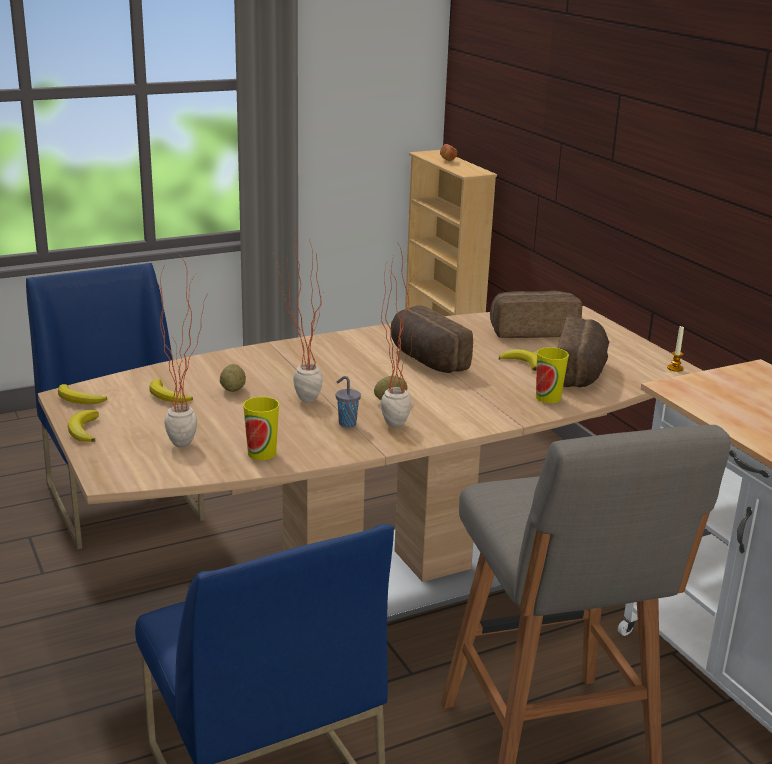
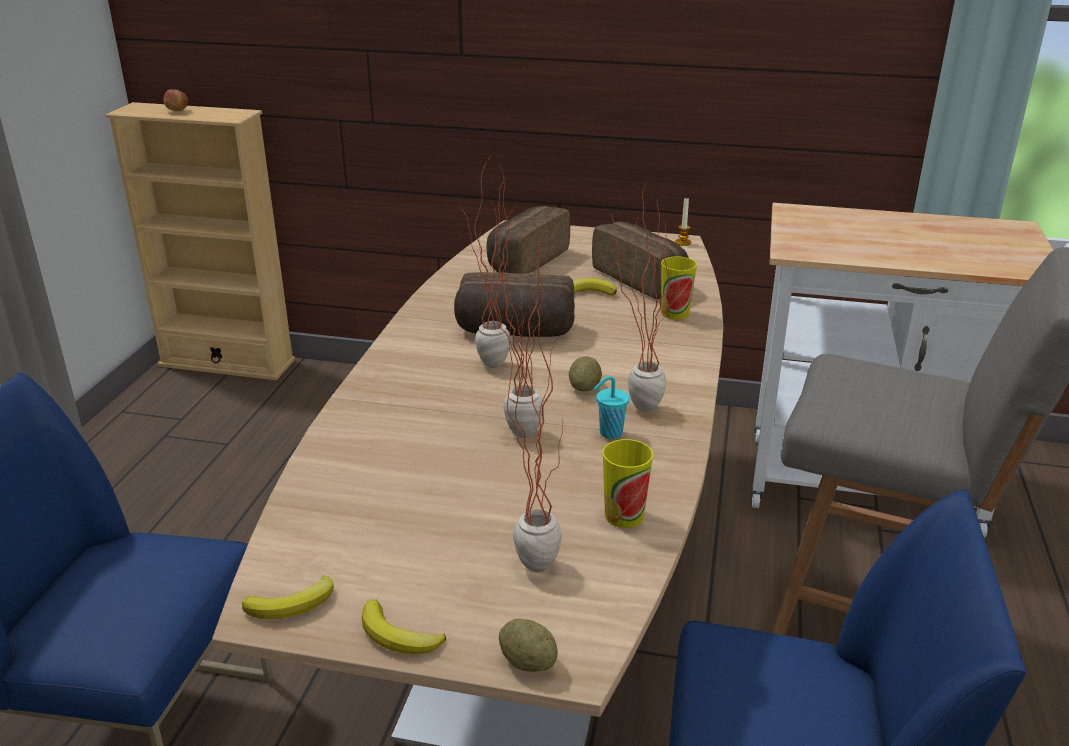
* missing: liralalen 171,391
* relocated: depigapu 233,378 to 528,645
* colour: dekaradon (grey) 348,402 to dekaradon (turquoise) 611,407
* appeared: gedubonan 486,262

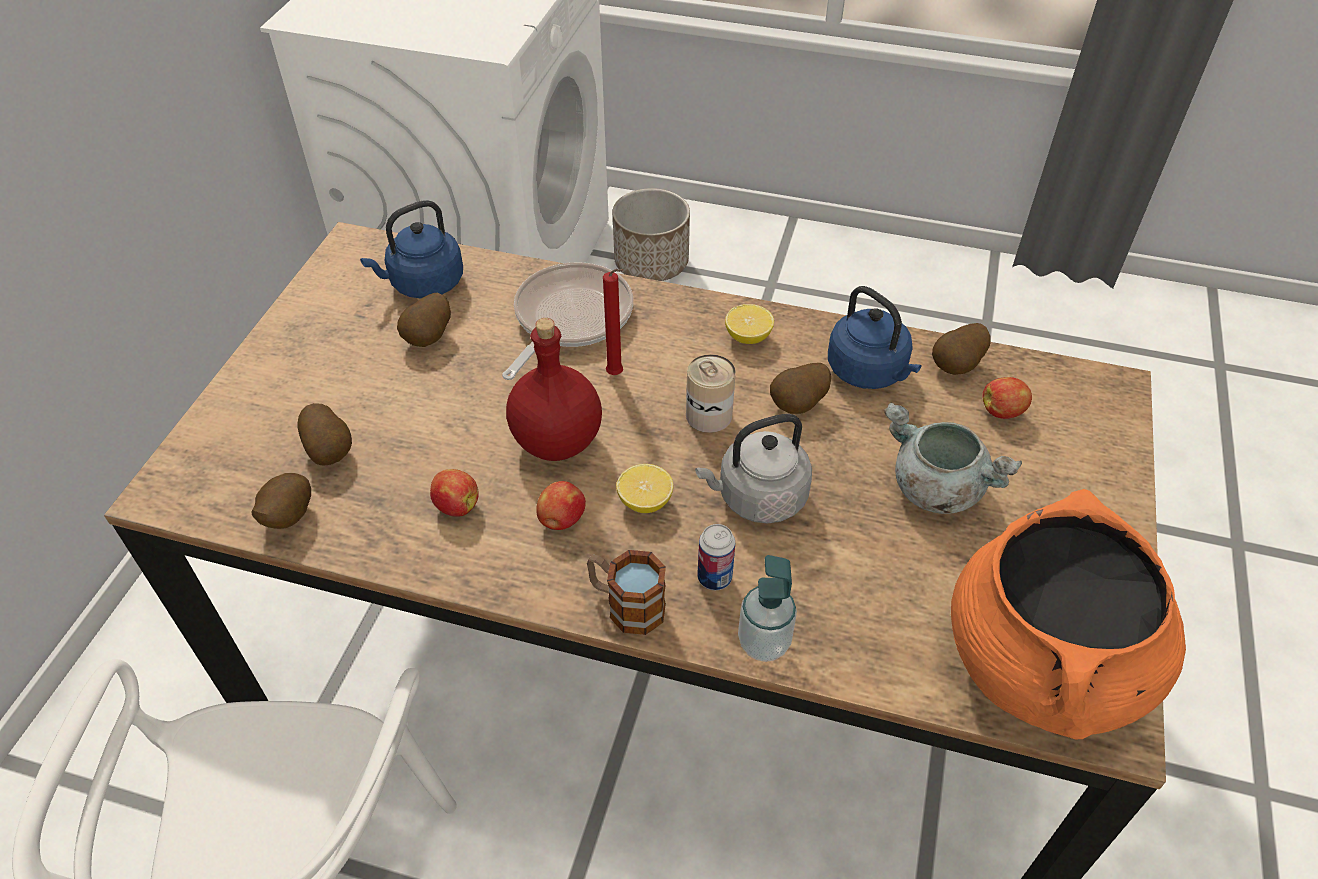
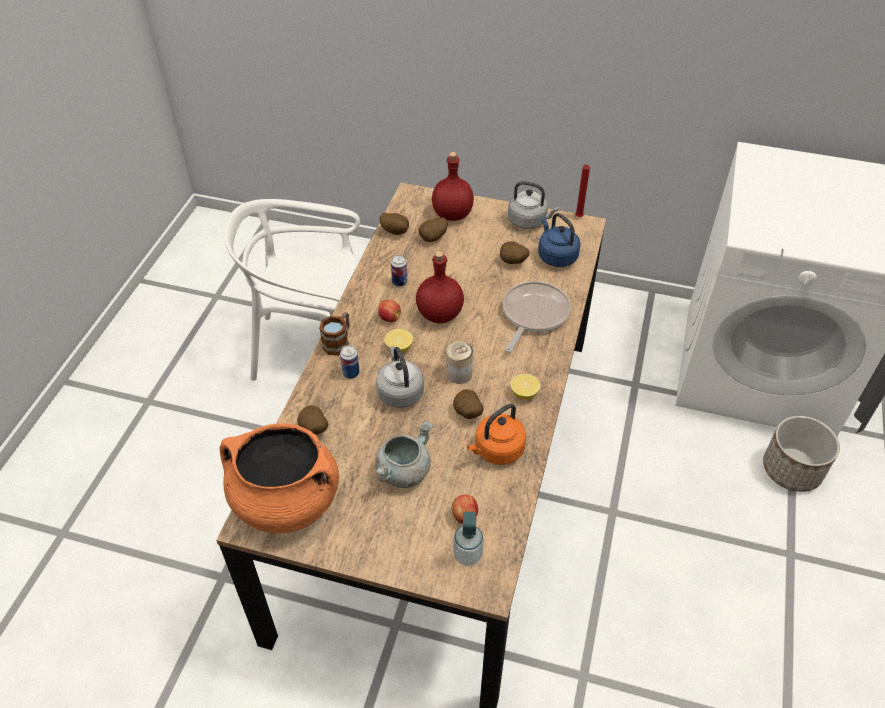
* exchanged: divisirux 454,493 to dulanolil 399,271
* spun: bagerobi 567,321 = 537,316 90 degrees counterclockwise
* relocated: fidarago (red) 613,322 to 582,190
* relocated: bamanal 767,608 to 468,539
* colour: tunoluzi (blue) 874,337 to tunoluzi (orange) 496,434
* relocated: depigapu 961,349 to 312,420
* appeared: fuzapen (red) 453,186
* appeared: tunoluzi (grey) 533,205

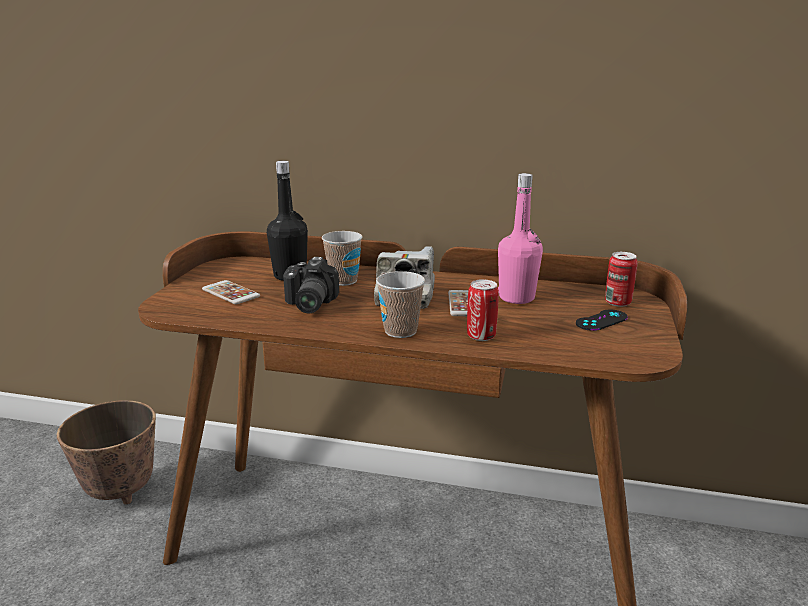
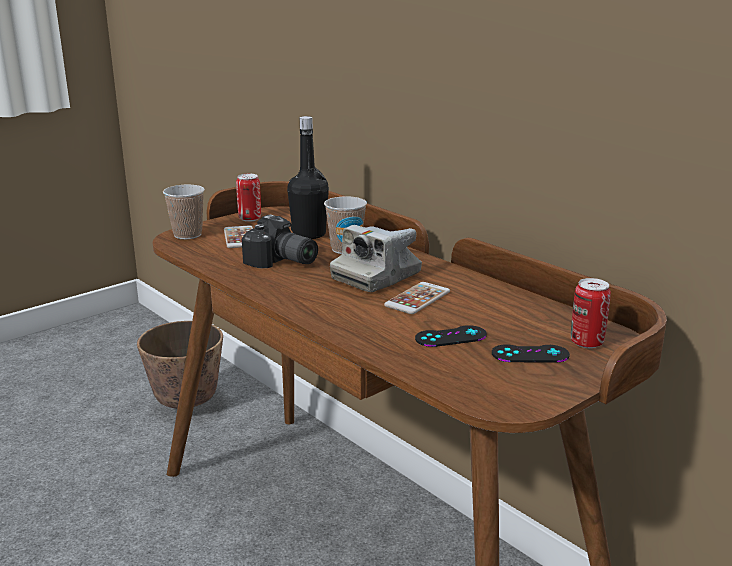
* spun: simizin 311,285 = 280,241 90 degrees counterclockwise
* relocated: dekaradon 400,304 to 184,212
* relocated: dulanolil 483,310 to 248,198
* missing: fuzapen (pink) 520,238
* appeared: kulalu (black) 451,336

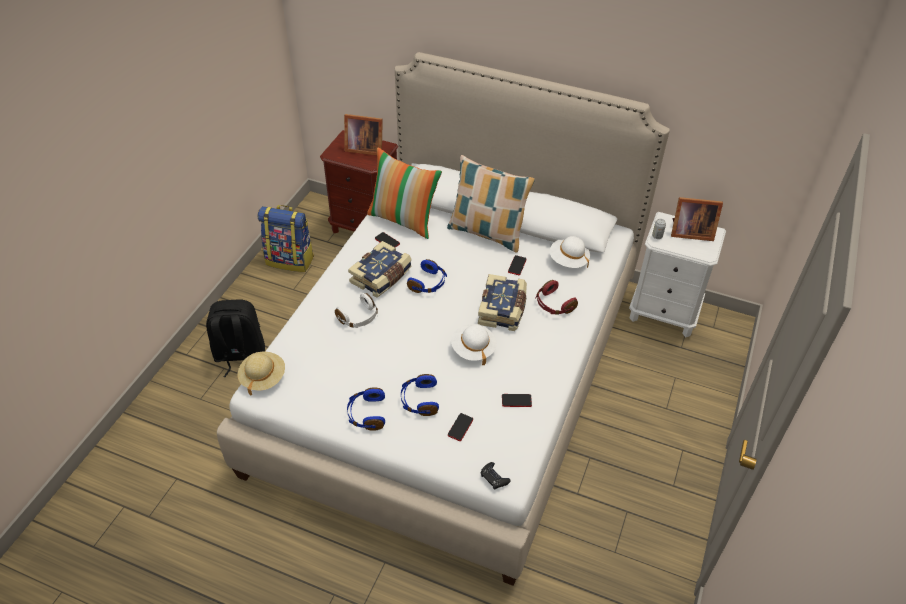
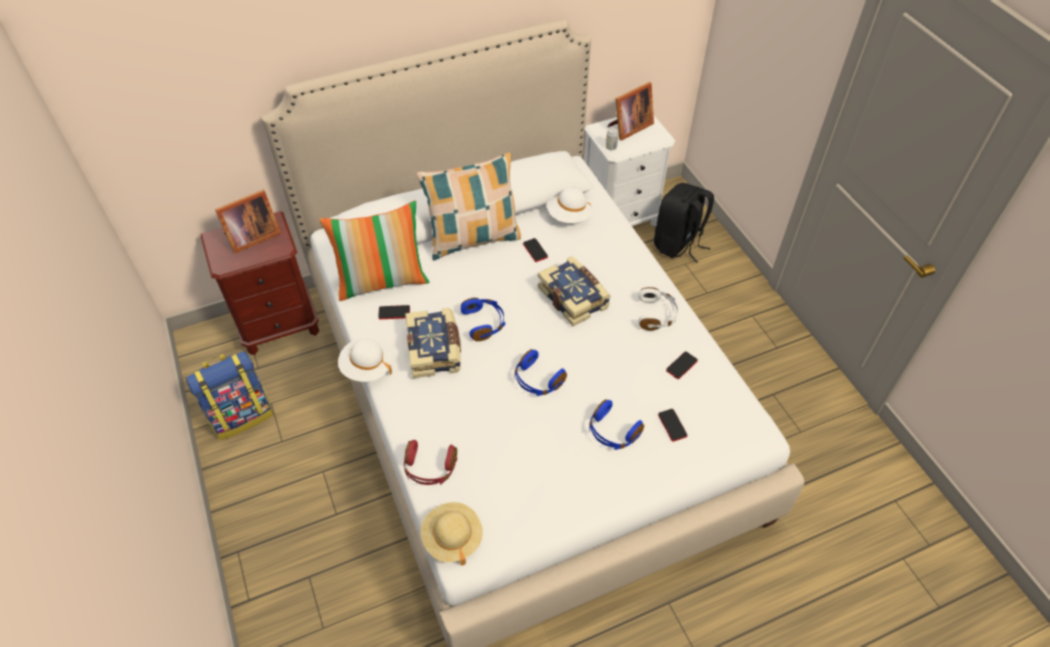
* relocated: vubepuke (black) 235,338 to 684,223
* relocated: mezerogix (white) 356,310 to 658,308
* relocated: mezerogix (blue) 366,409 to 540,372
* relocated: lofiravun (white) 474,344 to 365,360
* missing: kulalu (black) 495,476
* relocated: mezerogix (red) 556,297 to 430,462

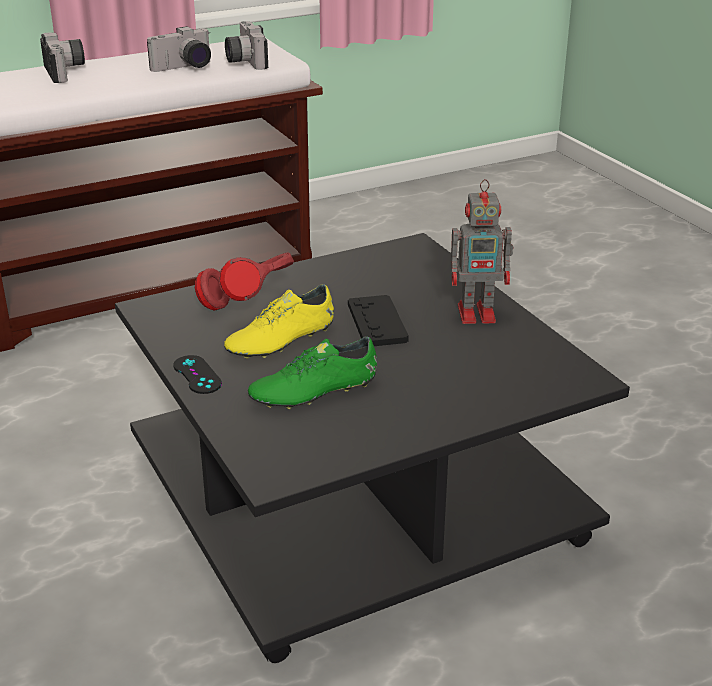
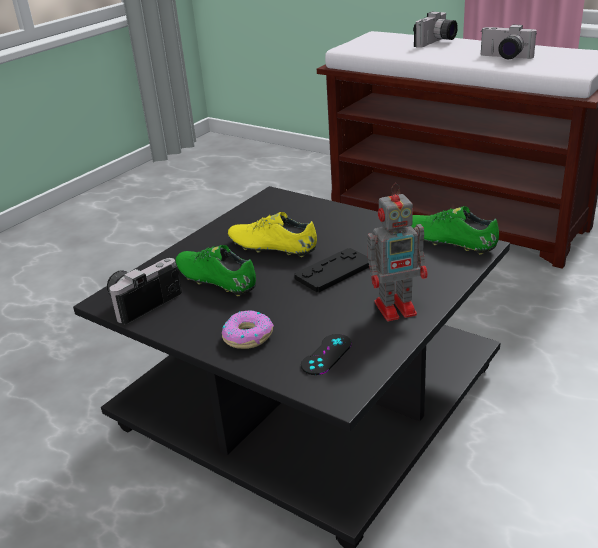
* relocated: kulalu (black) 197,374 to 326,354
* missing: mezerogix (red) 244,281
* relocated: simizin 246,45 to 144,291
* spun: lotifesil 482,251 = 397,252 75 degrees counterclockwise
* appeared: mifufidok 248,329
* appeared: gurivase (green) 455,230

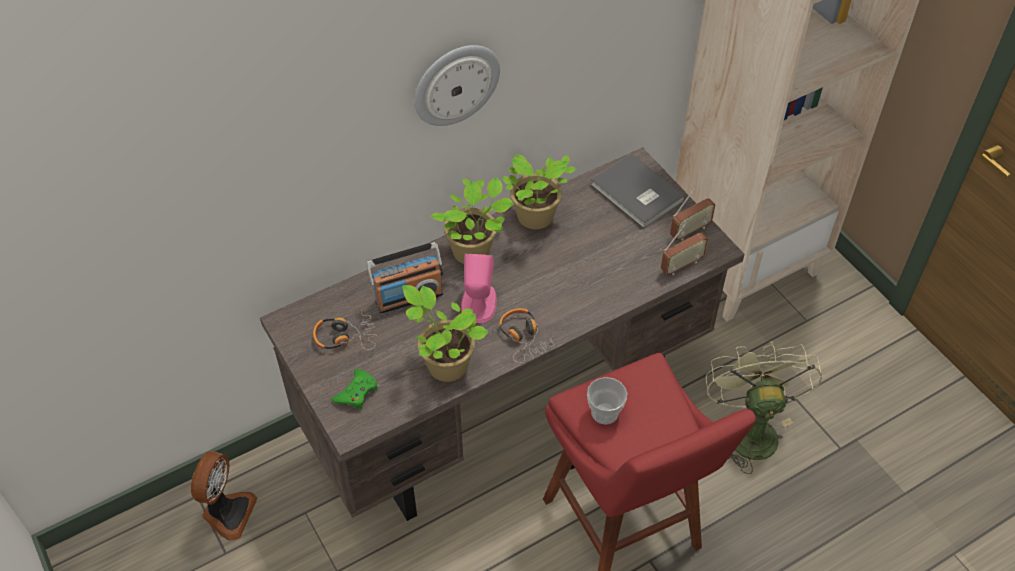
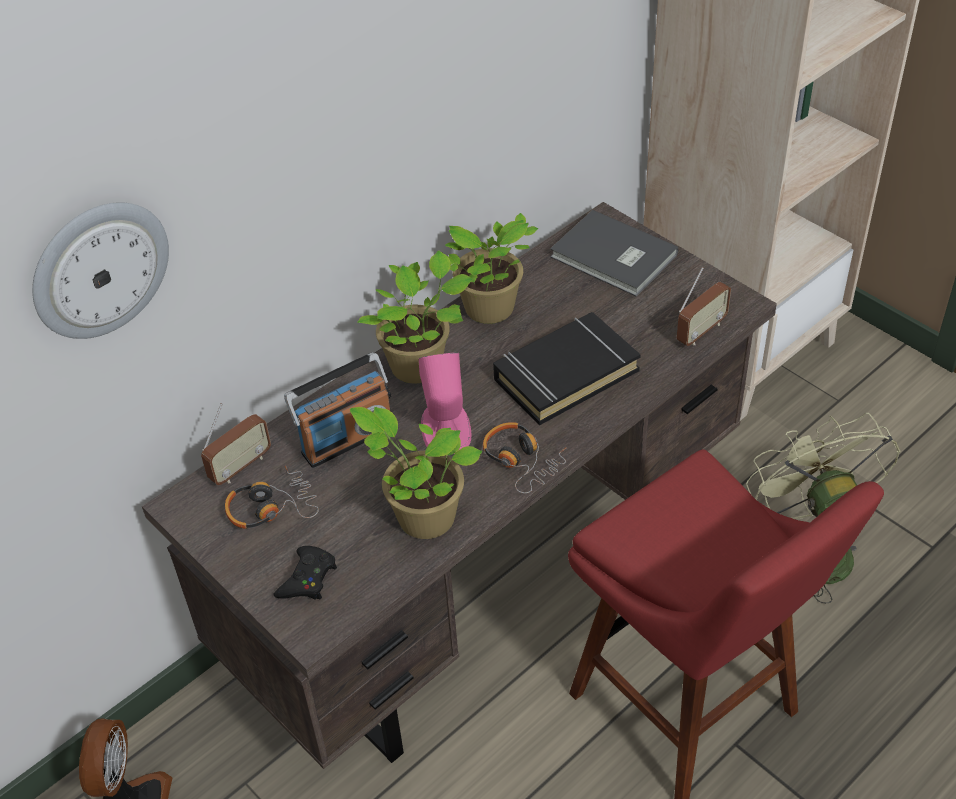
* colour: kulalu (green) 354,389 to kulalu (black) 305,573
* relocated: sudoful 457,85 to 100,270
* missing: dekaradon 607,401
* relocated: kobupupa 692,214 to 236,444
* appeared: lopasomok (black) 567,368

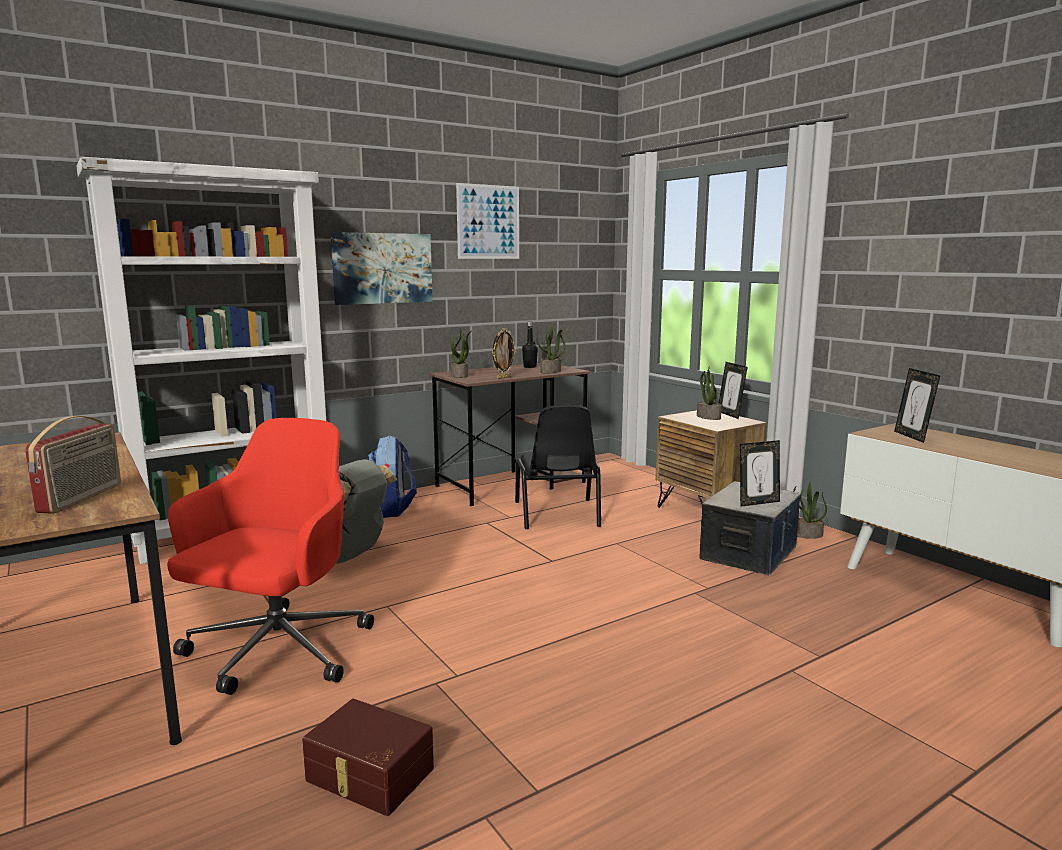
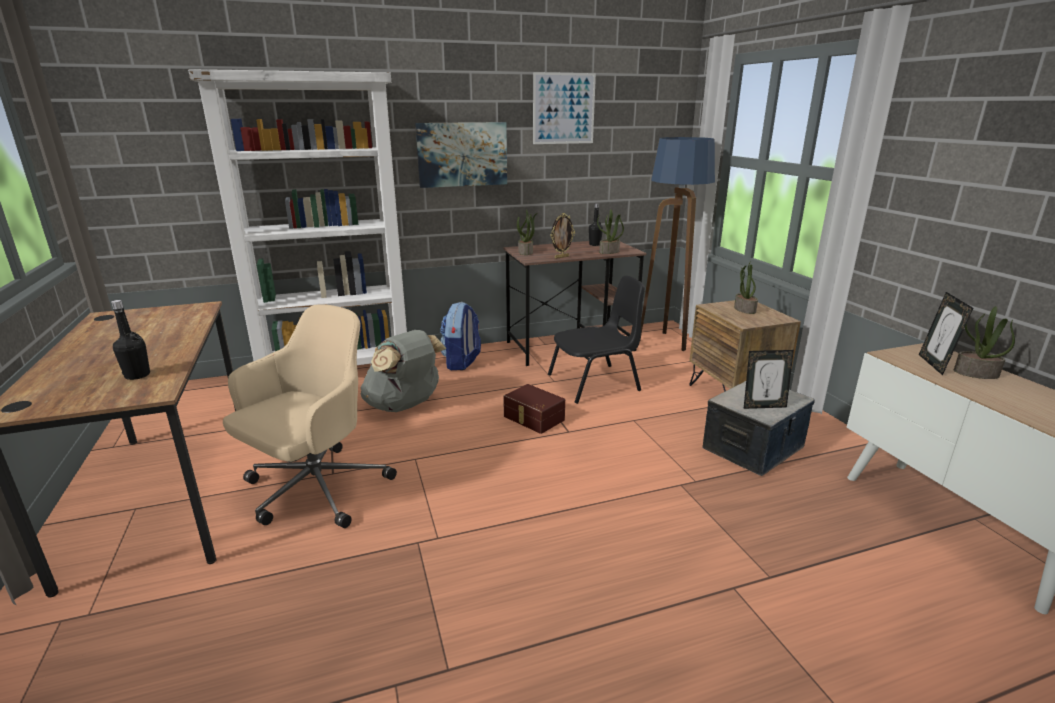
* exchanged: kobupupa 73,465 to fuzapen (black) 130,340
* colour: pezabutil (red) 270,556 to pezabutil (beige) 310,416
* relocated: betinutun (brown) 368,757 to 534,409
* spun: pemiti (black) 558,467 = 596,340 120 degrees counterclockwise
* missing: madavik 733,390
* relocated: gedubonan 810,510 to 984,342
* appeared: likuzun 677,244

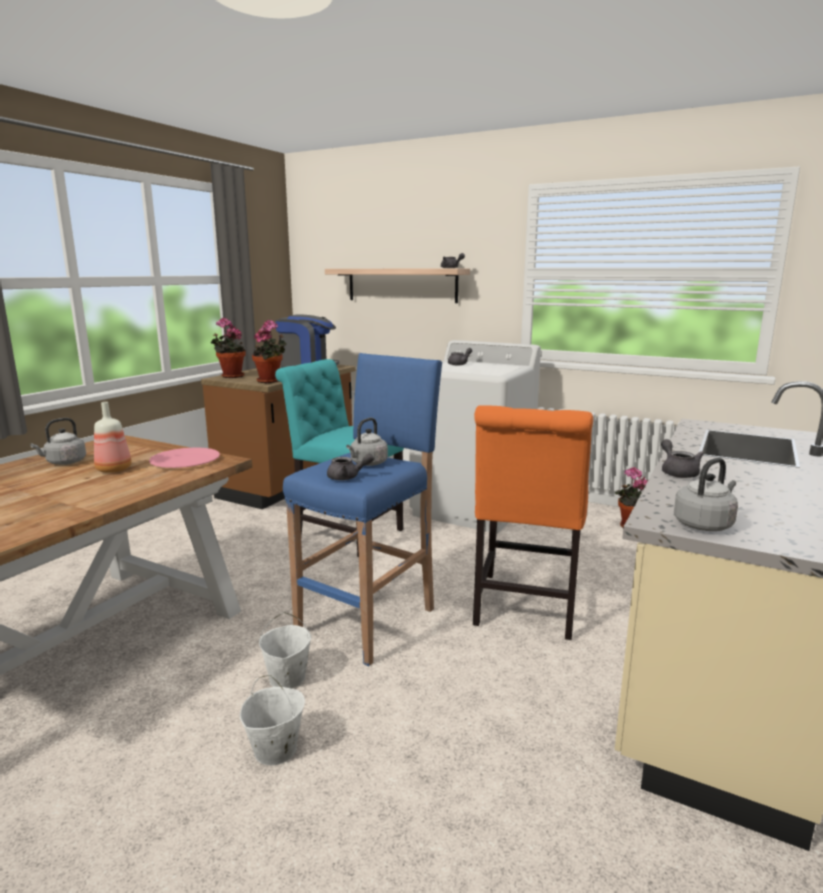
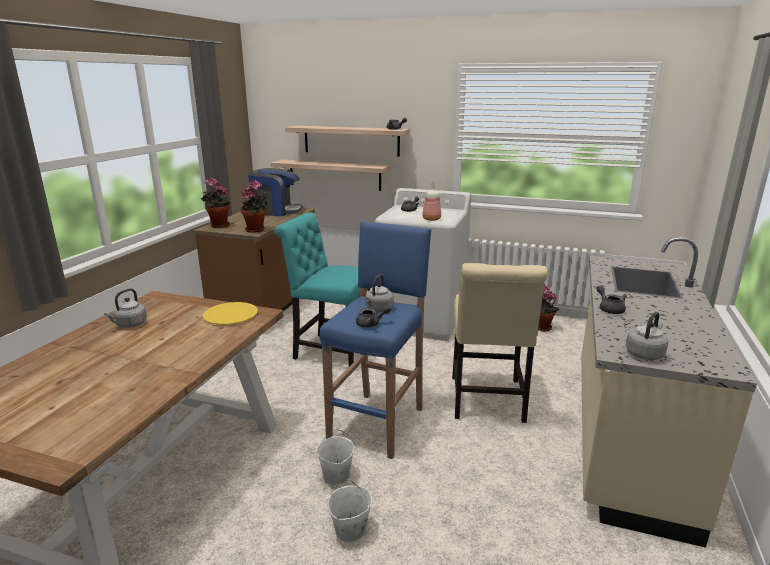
* relocated: fuzapen 113,437 to 431,201
* colour: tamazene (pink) 184,457 to tamazene (yellow) 230,313
* colour: pemiti (orange) 533,522 to pemiti (beige) 500,343
* appeared: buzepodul 331,175

